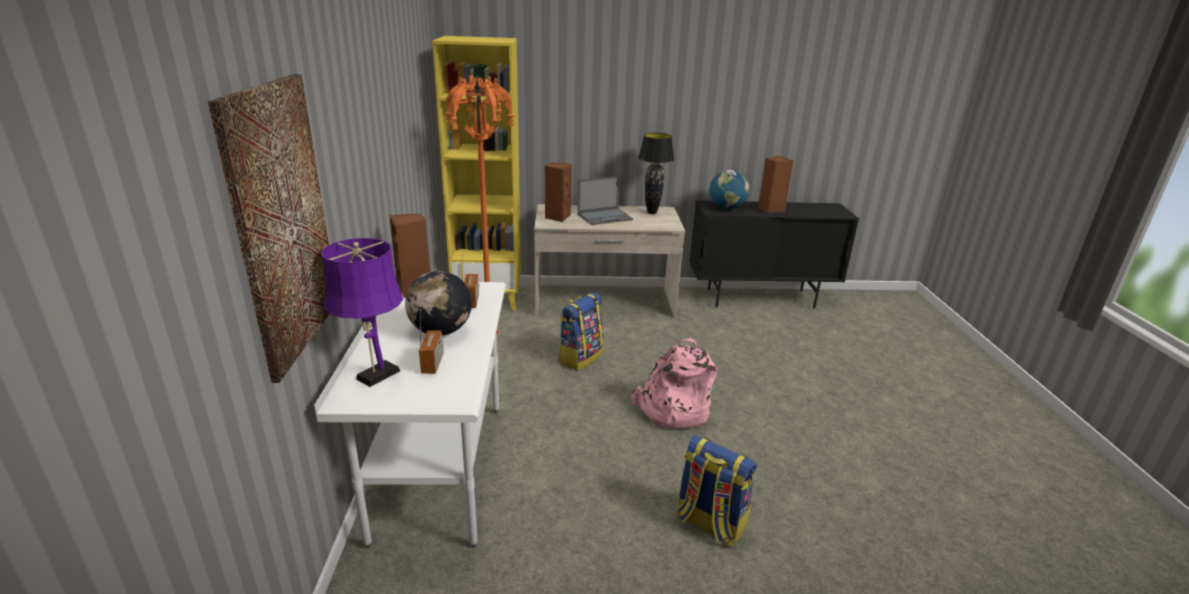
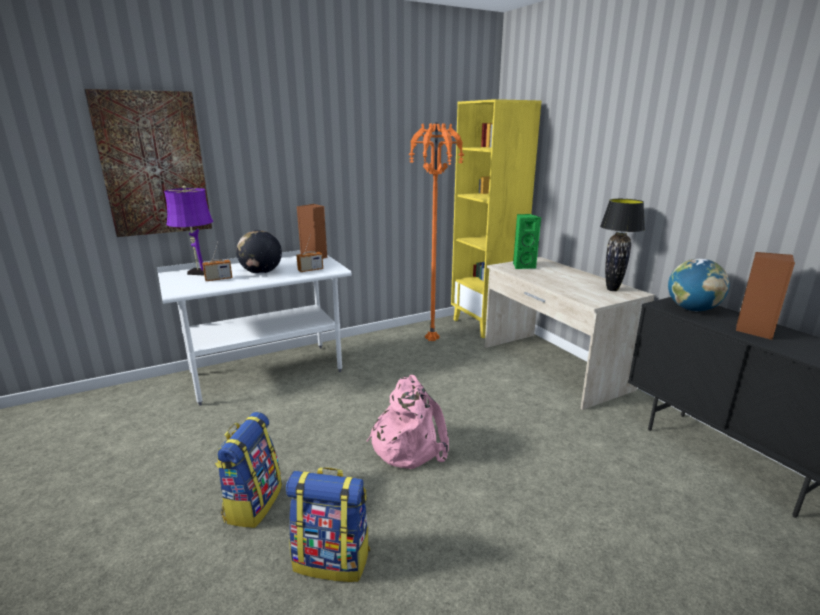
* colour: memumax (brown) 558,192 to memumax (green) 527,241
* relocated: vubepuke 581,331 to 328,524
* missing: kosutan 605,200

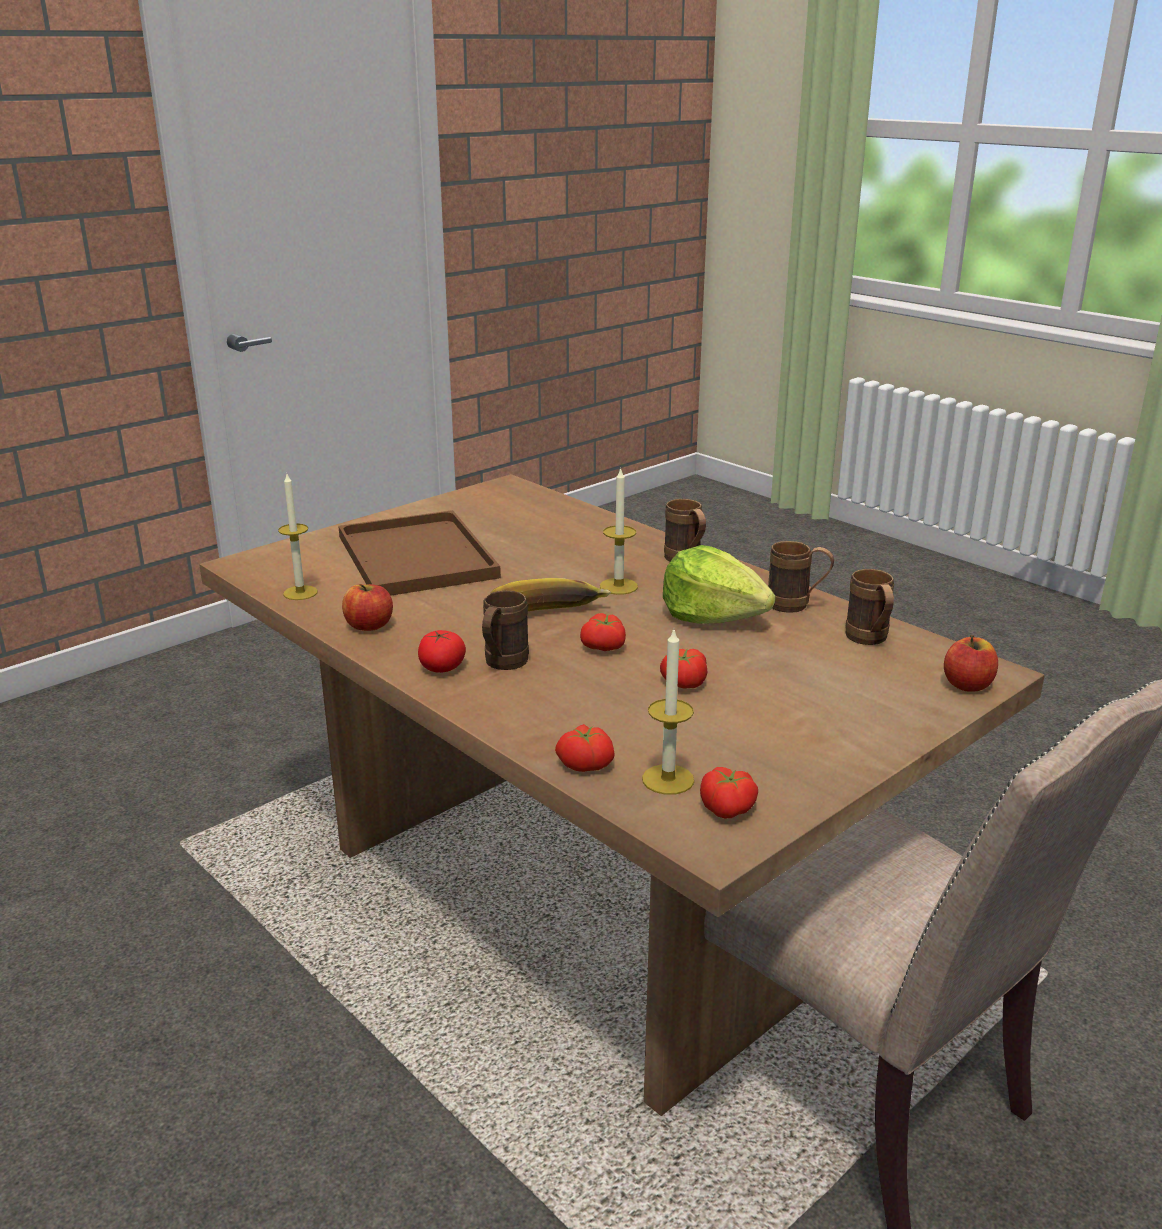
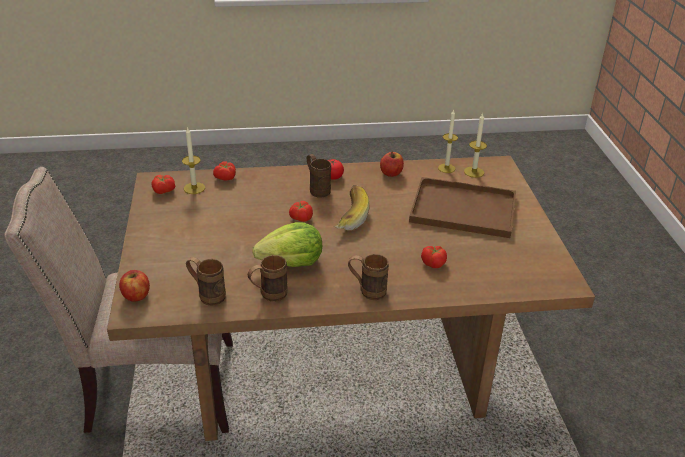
* relocated: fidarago 619,531 to 475,145
* relocated: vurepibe 683,669 to 434,257

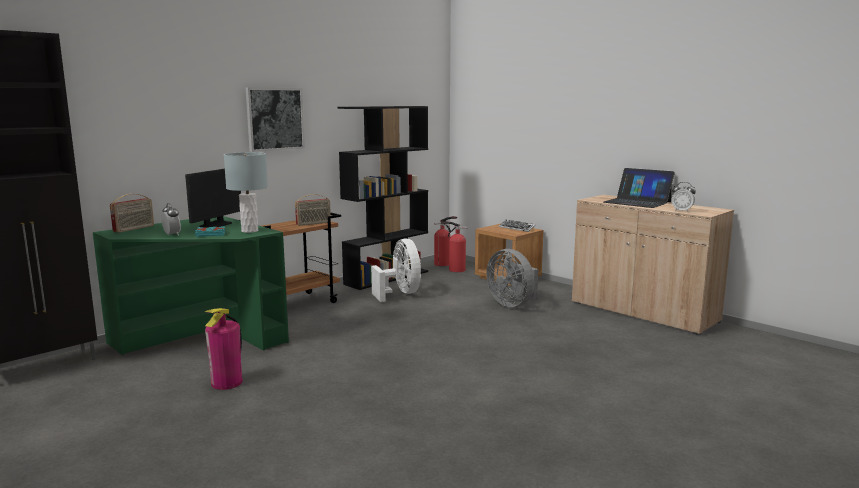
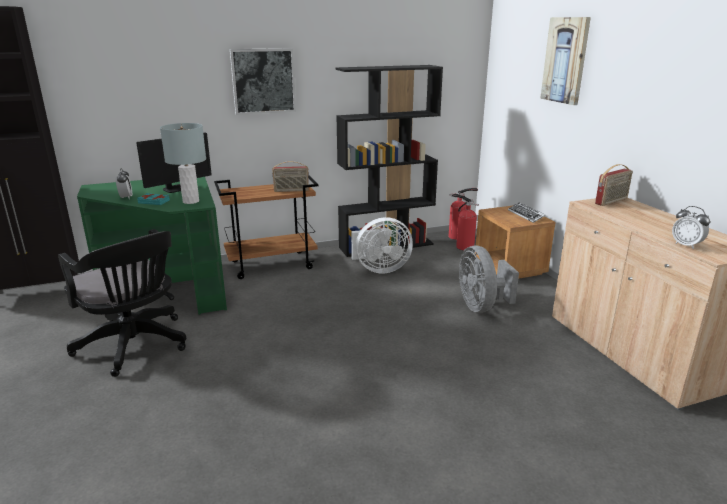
* relocated: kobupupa 132,213 to 614,185
* exchanged: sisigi 224,349 to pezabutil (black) 122,303
* spun: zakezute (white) 396,270 = 382,245 75 degrees clockwise
* missing: kosutan 639,188
* appeared: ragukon 565,61

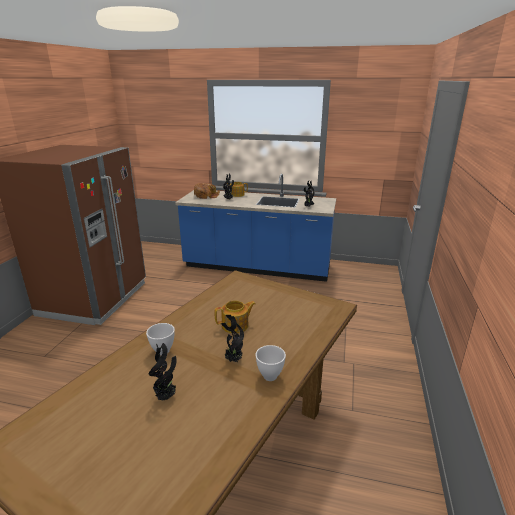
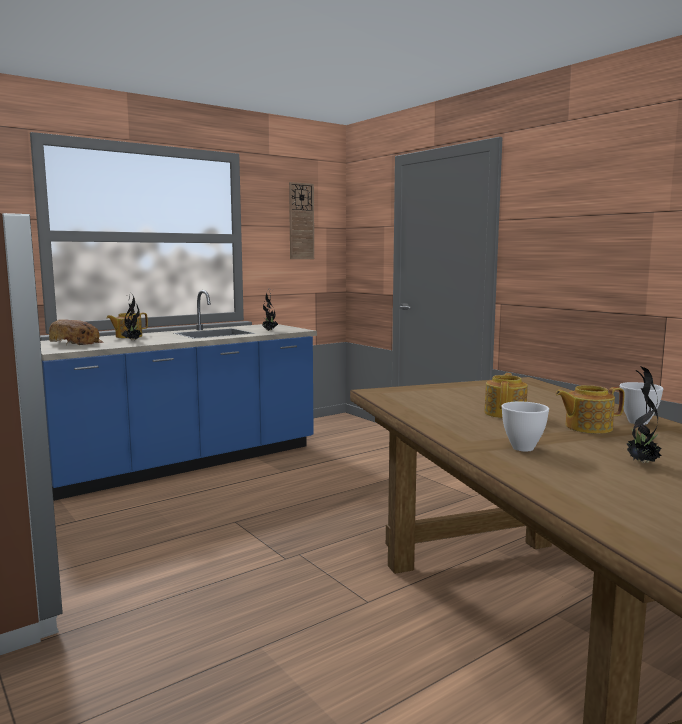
* exchanged: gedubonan 232,338 to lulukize 590,409
* appeared: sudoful 301,220

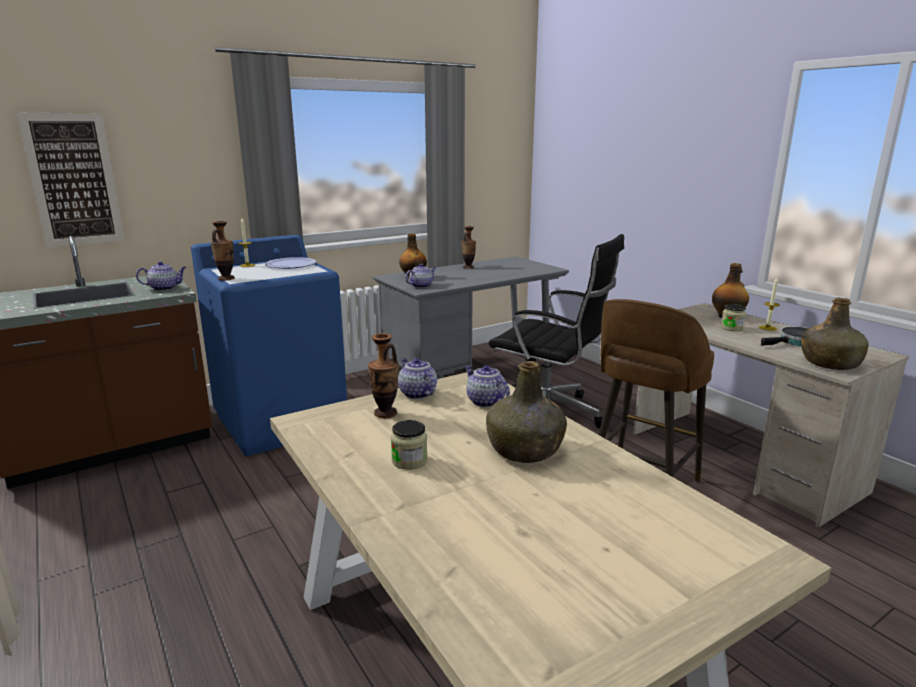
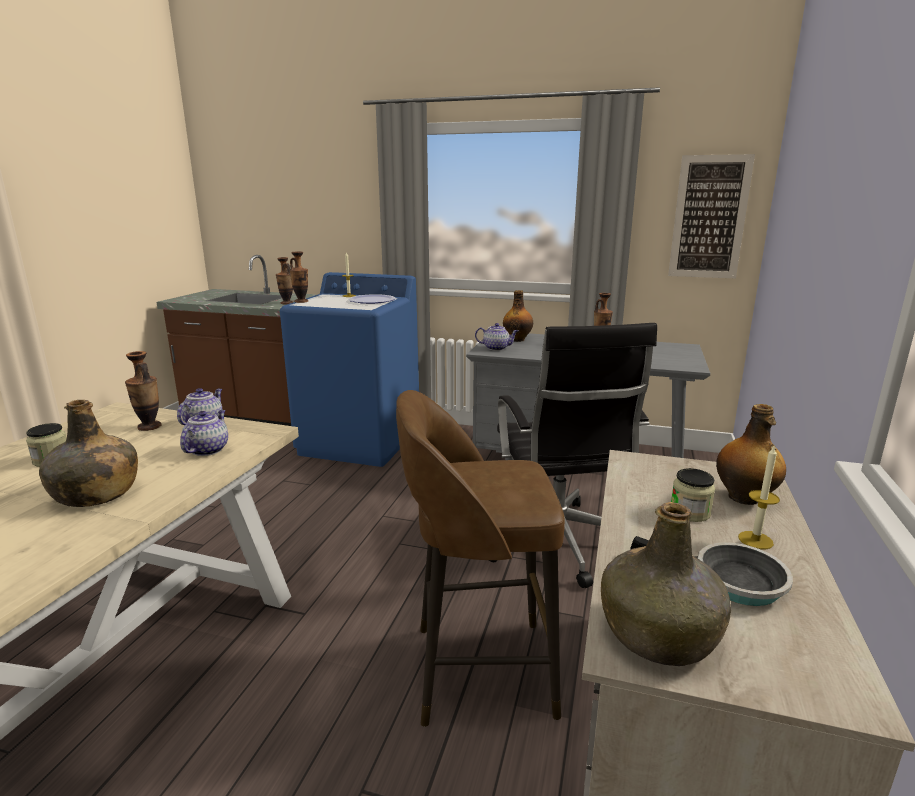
* relocated: ragukon 70,180 to 711,216
* exchanged: lulukize 161,276 to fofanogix 284,280

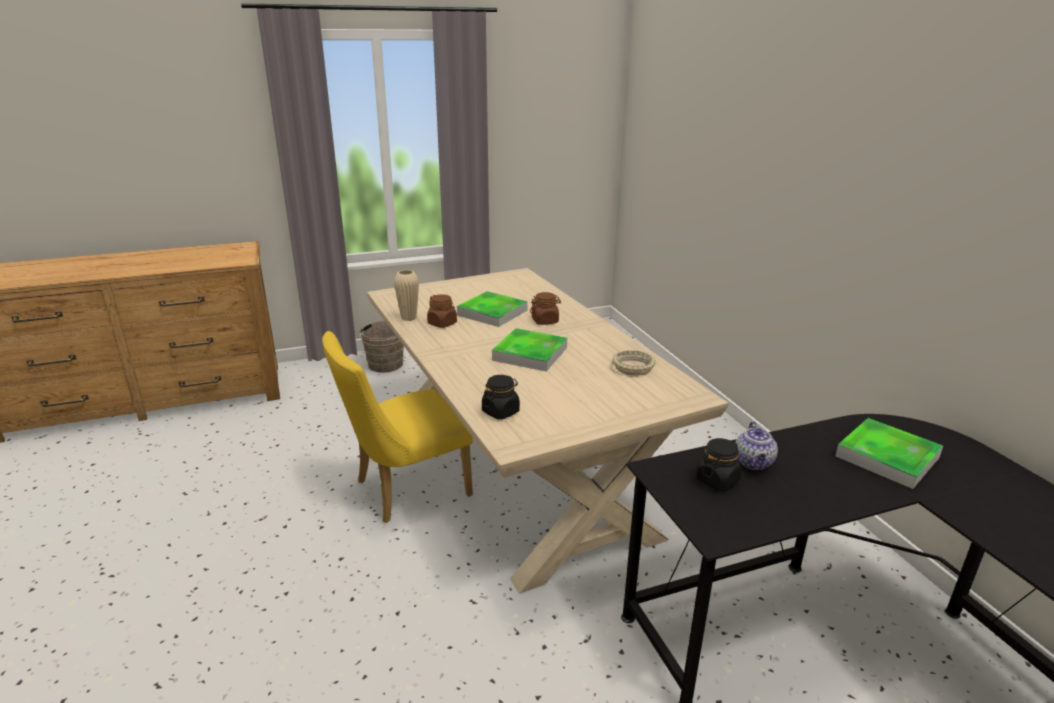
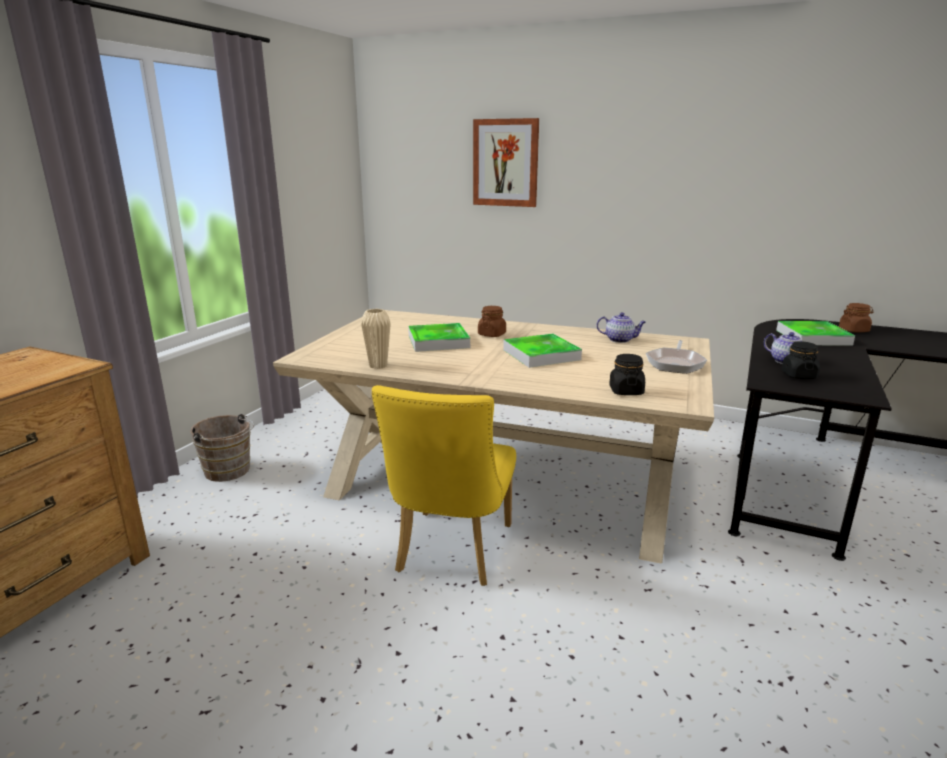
* relocated: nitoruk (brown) 442,311 to 856,318
* exchanged: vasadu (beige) 634,363 to lulukize 621,327
* appeared: ragukon 506,162
* appeared: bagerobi 676,357

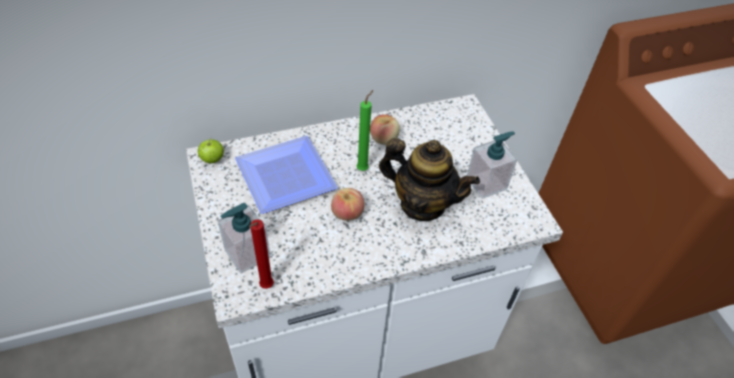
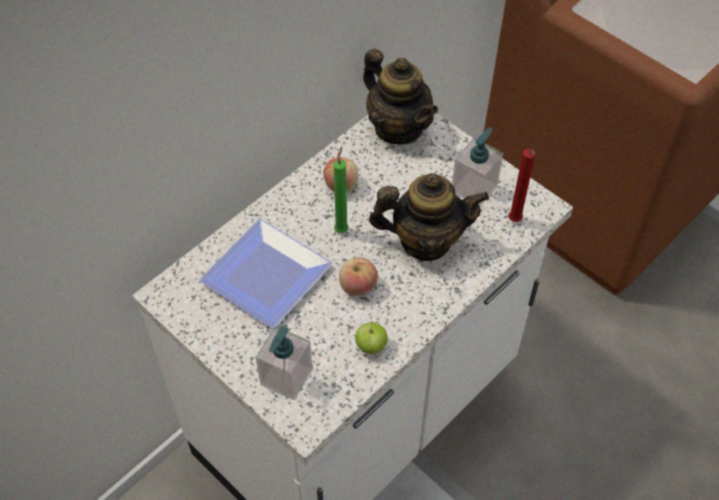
* relocated: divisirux 211,151 to 371,338
* relocated: fidarago (red) 261,254 to 521,185
* appeared: lulukize 400,96

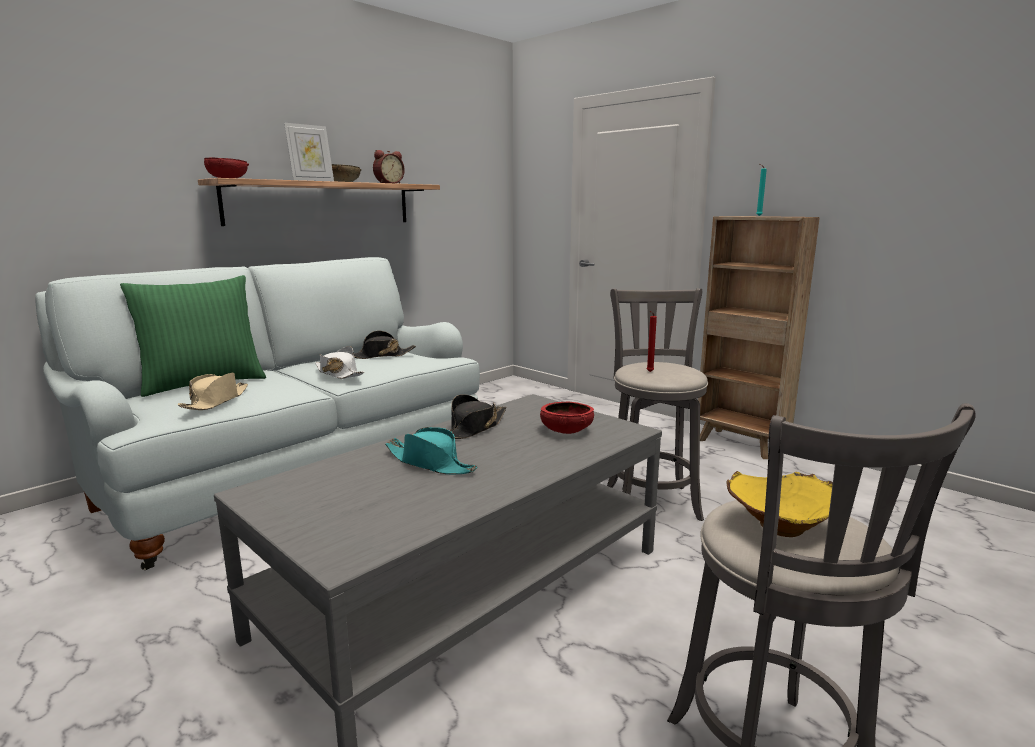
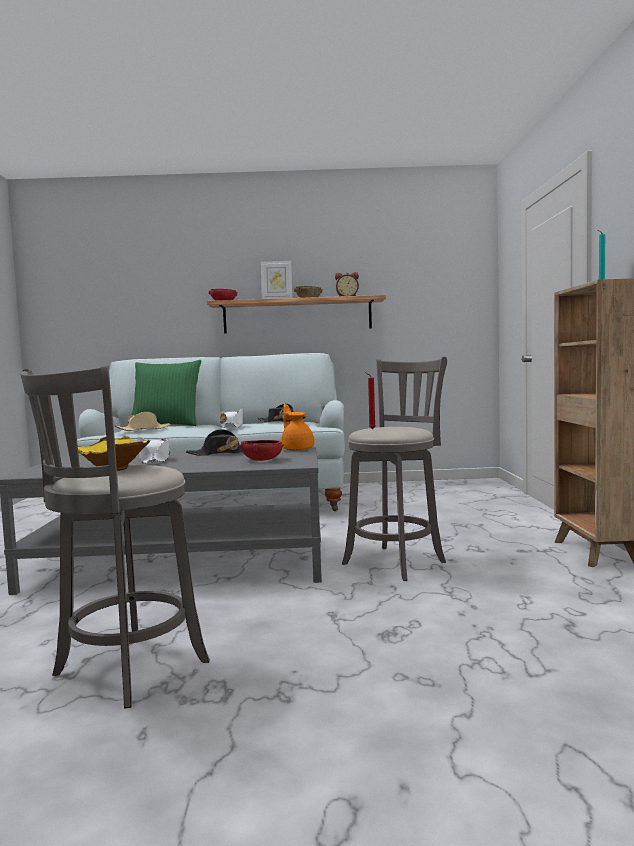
* colour: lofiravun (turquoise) 431,450 to lofiravun (white) 153,450
* appeared: lulukize (orange) 297,427

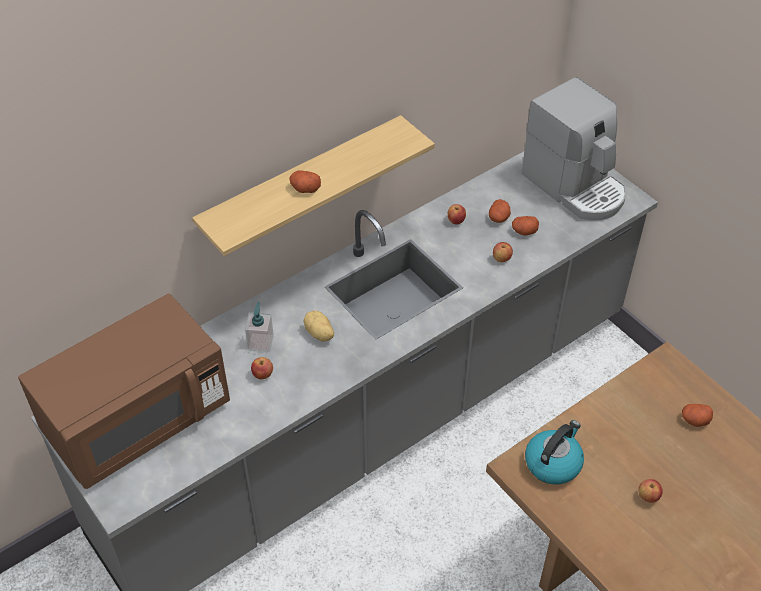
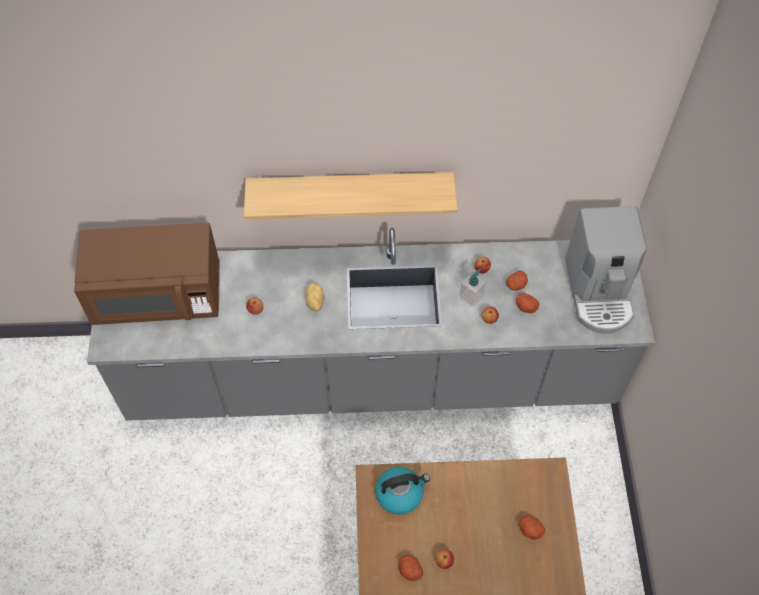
* relocated: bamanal 259,327 to 472,287
* relocated: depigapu 305,181 to 411,568

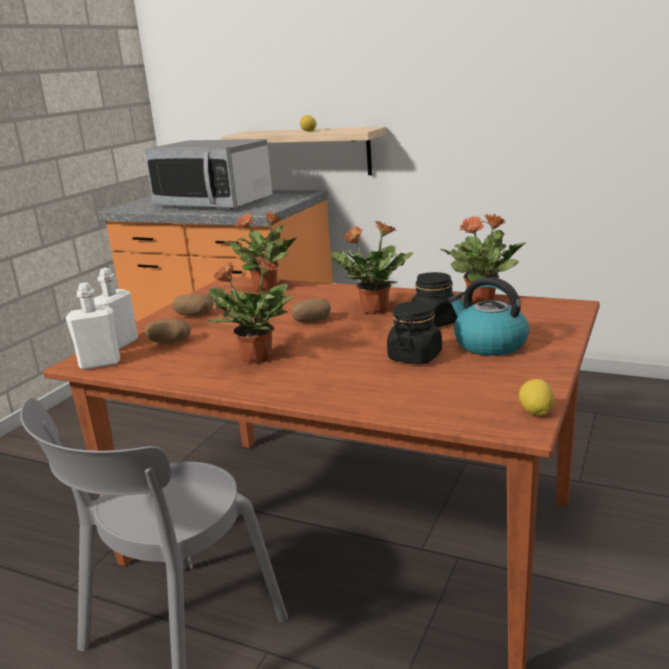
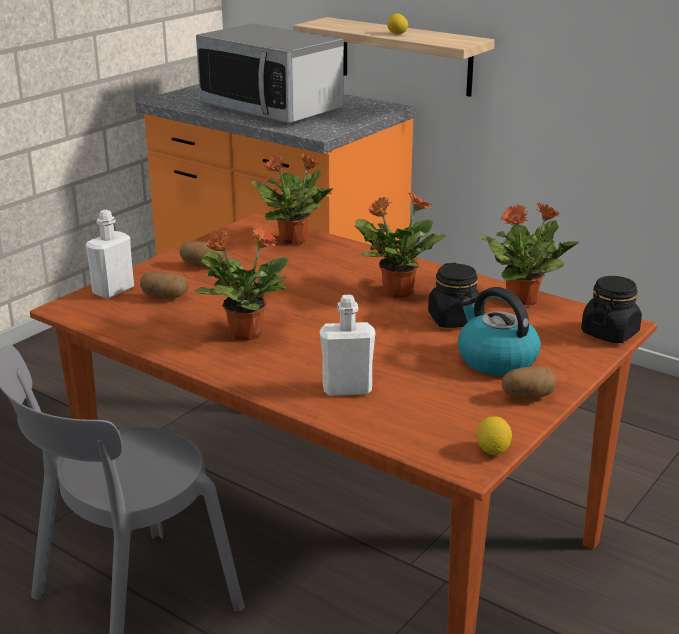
* relocated: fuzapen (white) 93,326 to 347,345
* relocated: depigapu 311,310 to 529,383
* relocated: nitoruk (black) 414,332 to 611,309

